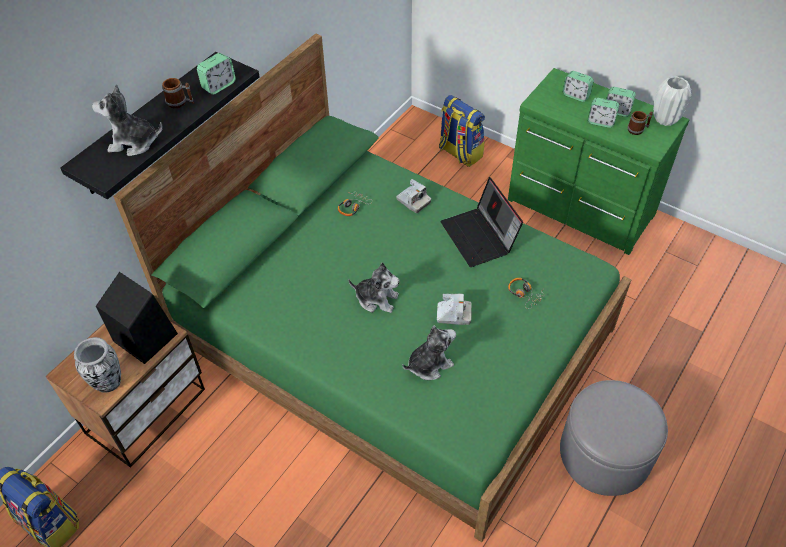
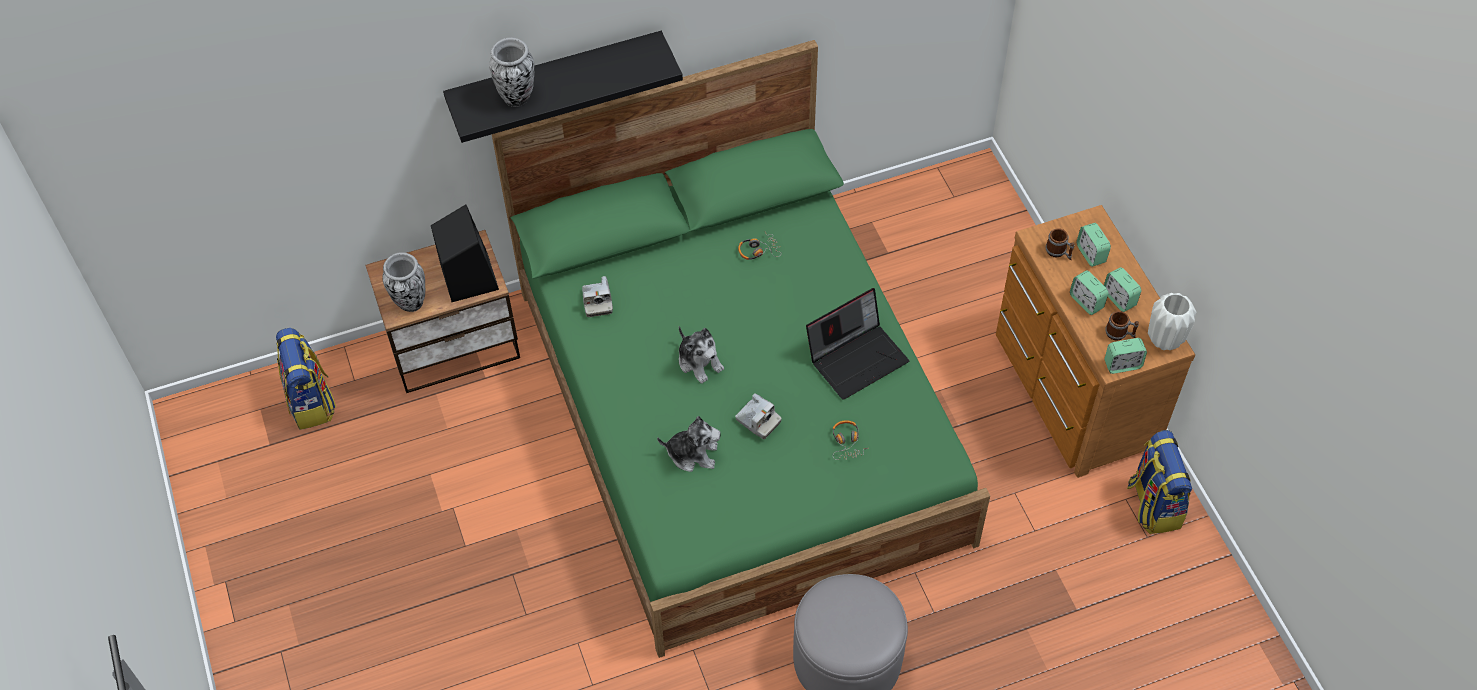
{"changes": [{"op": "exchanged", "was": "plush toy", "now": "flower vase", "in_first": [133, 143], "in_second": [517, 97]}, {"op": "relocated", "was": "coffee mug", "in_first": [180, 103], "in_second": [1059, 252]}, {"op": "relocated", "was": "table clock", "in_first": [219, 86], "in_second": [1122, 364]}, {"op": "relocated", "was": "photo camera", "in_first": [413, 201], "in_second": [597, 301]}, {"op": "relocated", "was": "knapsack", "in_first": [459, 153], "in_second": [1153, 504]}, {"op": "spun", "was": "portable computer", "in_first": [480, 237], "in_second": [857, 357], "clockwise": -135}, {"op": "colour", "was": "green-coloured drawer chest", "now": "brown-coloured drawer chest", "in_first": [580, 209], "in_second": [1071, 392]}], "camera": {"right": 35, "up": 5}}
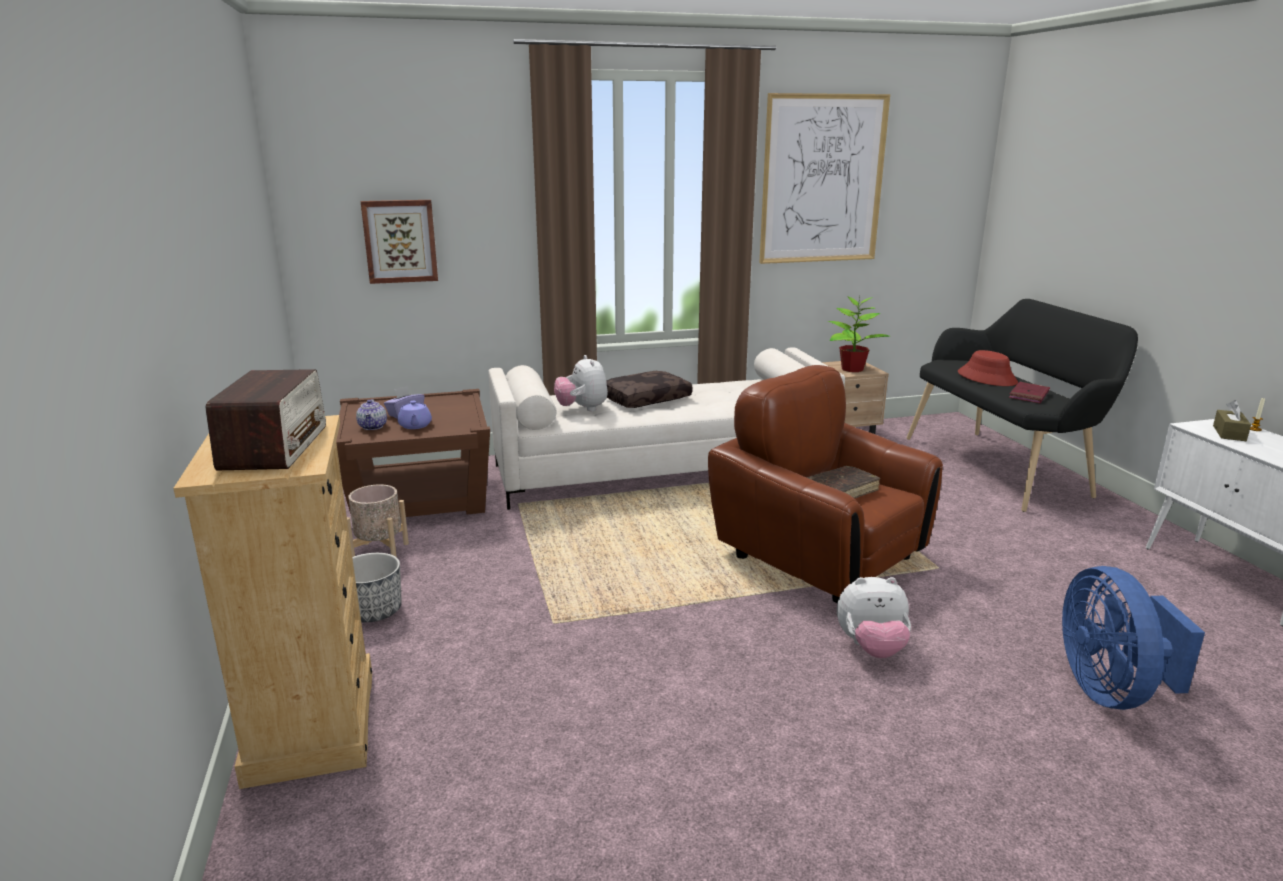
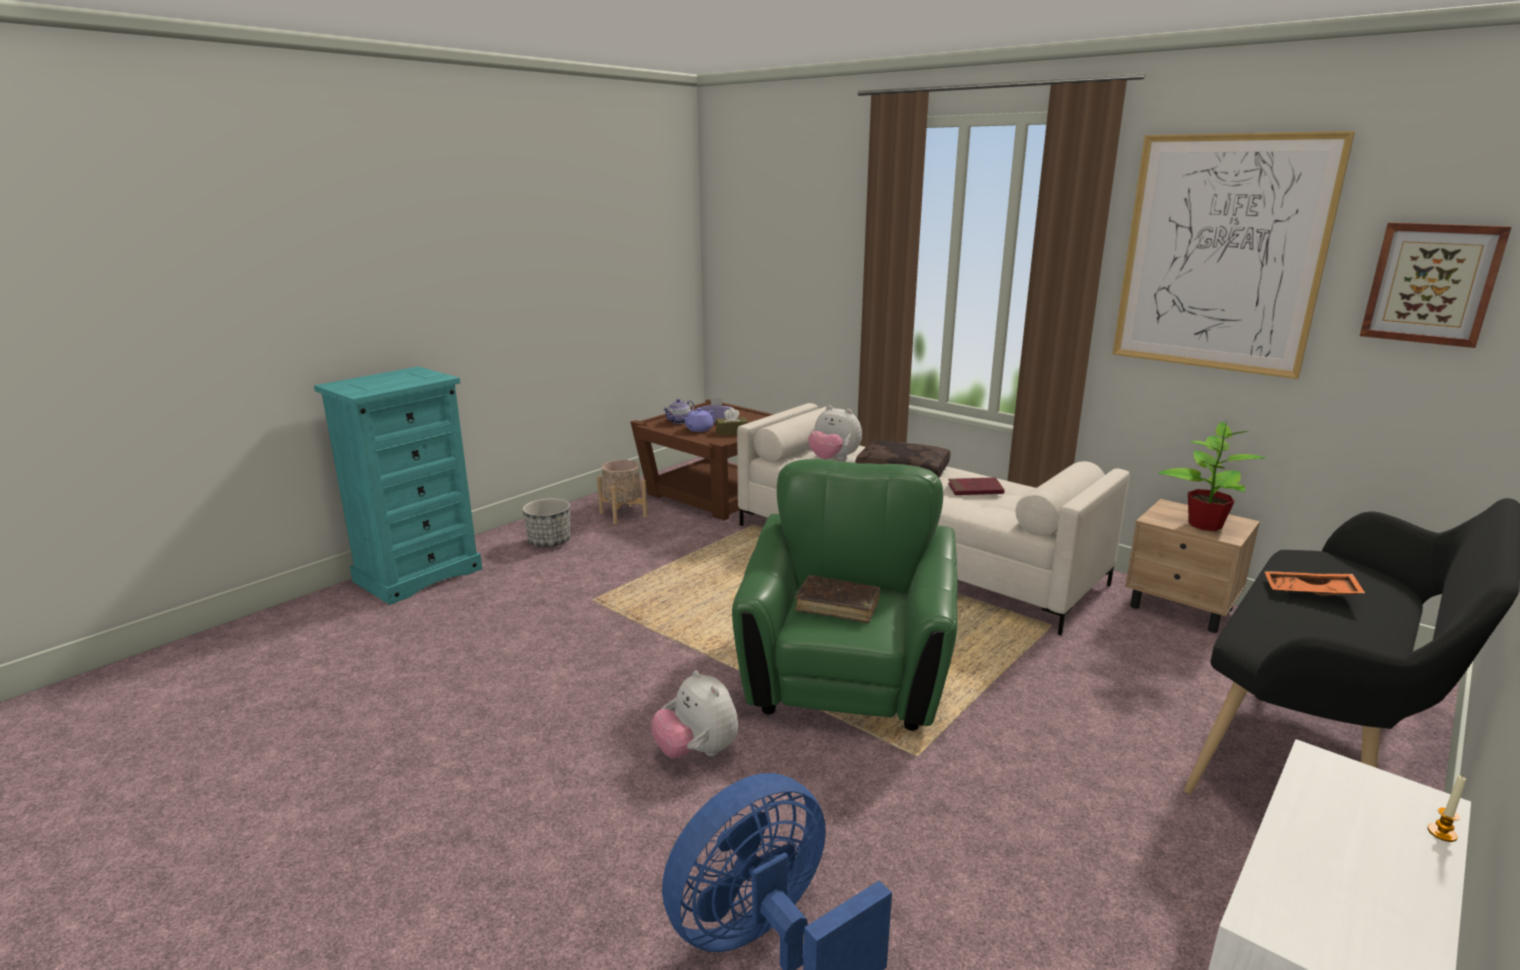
{"changes": [{"op": "colour", "was": "beige drawer chest", "now": "blue-green drawer chest", "in_first": [311, 724], "in_second": [418, 575]}, {"op": "missing", "was": "radio", "in_first": [275, 447]}, {"op": "relocated", "was": "picture", "in_first": [400, 241], "in_second": [1431, 283]}, {"op": "spun", "was": "plush toy", "in_first": [582, 409], "in_second": [833, 459], "clockwise": -90}, {"op": "colour", "was": "brown-coloured easy chair", "now": "green-coloured easy chair", "in_first": [819, 556], "in_second": [846, 677]}, {"op": "exchanged", "was": "red-coloured wearable hat", "now": "orangey serving tray", "in_first": [987, 378], "in_second": [1310, 593]}, {"op": "relocated", "was": "red-coloured volume", "in_first": [1029, 395], "in_second": [975, 489]}, {"op": "relocated", "was": "brown-coloured tissue box", "in_first": [1229, 433], "in_second": [732, 432]}], "camera": {"right": 55, "up": 0}}
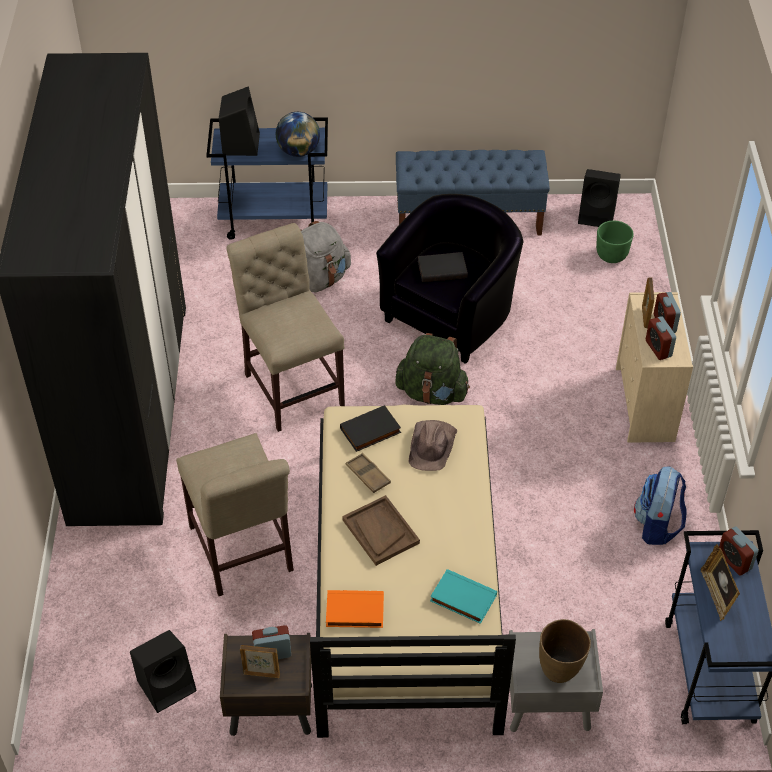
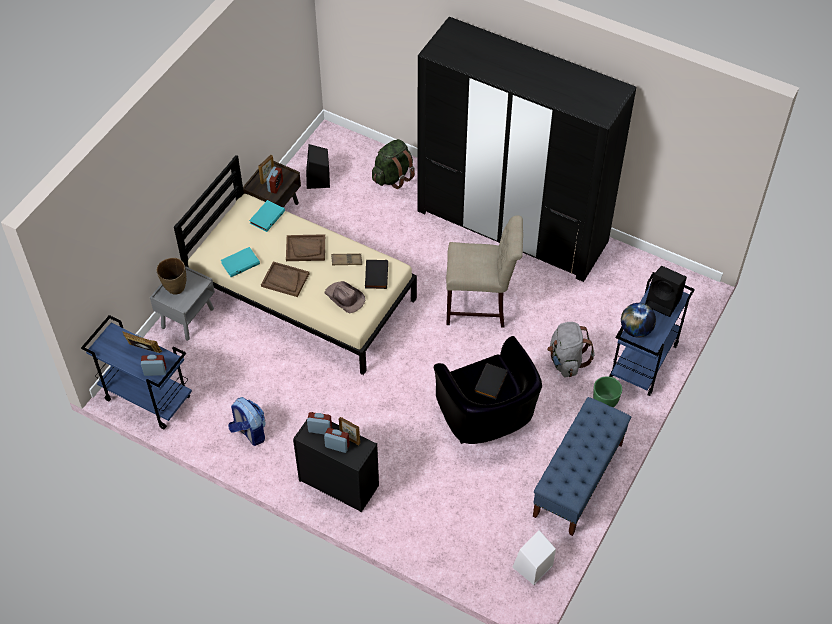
{"changes": [{"op": "missing", "was": "beige upright chair", "in_first": [242, 554]}, {"op": "colour", "was": "orangey volume", "now": "blue-green volume", "in_first": [354, 612], "in_second": [266, 217]}, {"op": "relocated", "was": "green-coloured knapsack", "in_first": [432, 393], "in_second": [393, 177]}, {"op": "colour", "was": "blackish loudspeaker", "now": "white-coloured loudspeaker", "in_first": [598, 215], "in_second": [532, 567]}, {"op": "relocated", "was": "green-coloured flower pot", "in_first": [612, 256], "in_second": [605, 402]}, {"op": "colour", "was": "beige drawer chest", "now": "blackish drawer chest", "in_first": [645, 405], "in_second": [338, 482]}, {"op": "appeared", "now": "brown-coloured serving tray", "in_second": [285, 280]}], "camera": {"right": 120, "up": 5}}
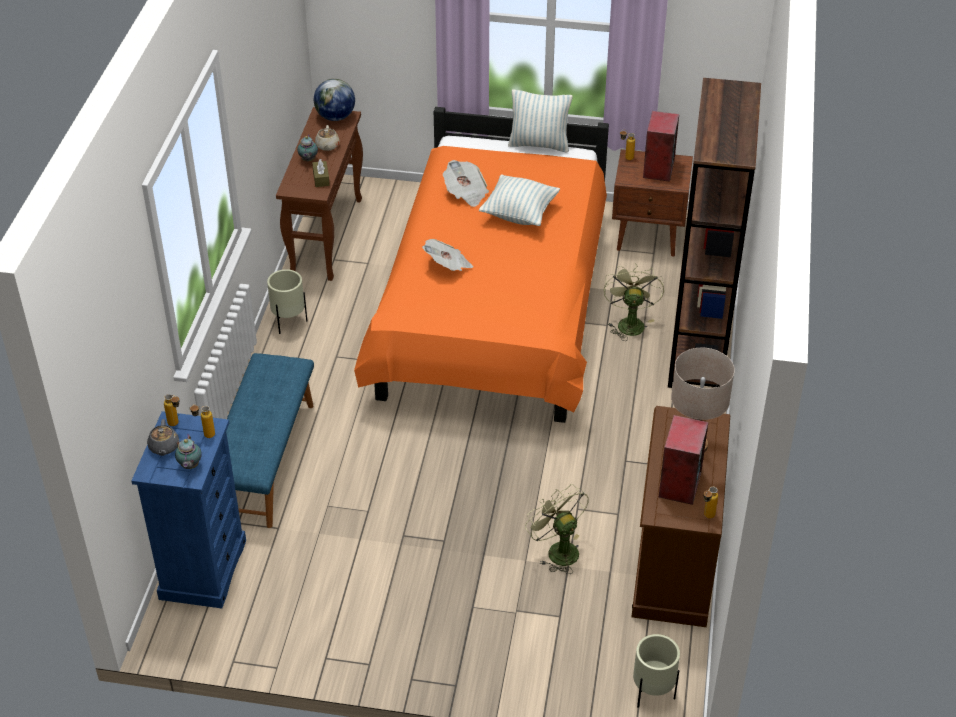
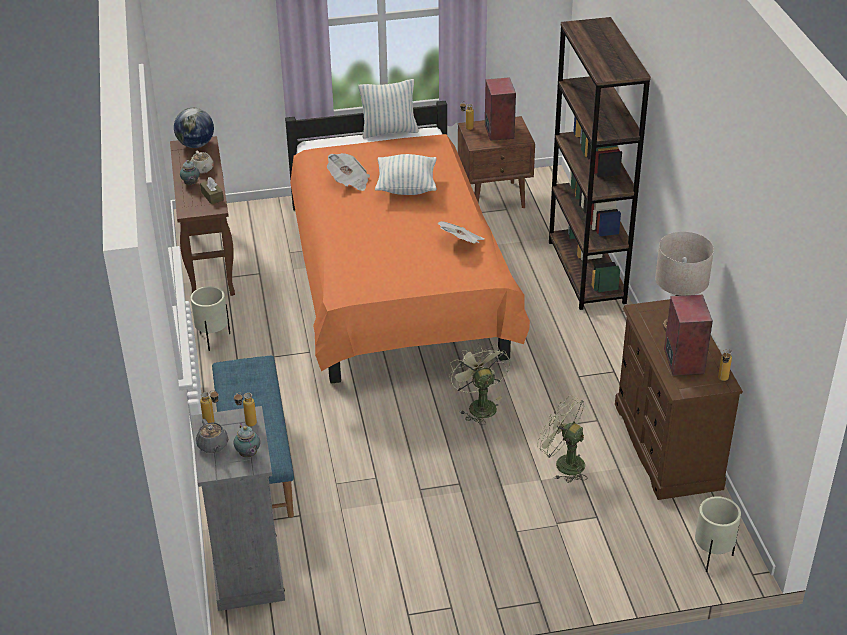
{"changes": [{"op": "colour", "was": "blue-coloured drawer chest", "now": "grey drawer chest", "in_first": [203, 569], "in_second": [247, 571]}, {"op": "relocated", "was": "daily paper", "in_first": [448, 266], "in_second": [461, 243]}, {"op": "relocated", "was": "green-coloured fan", "in_first": [629, 322], "in_second": [479, 405]}], "camera": {"right": -20, "up": -5}}
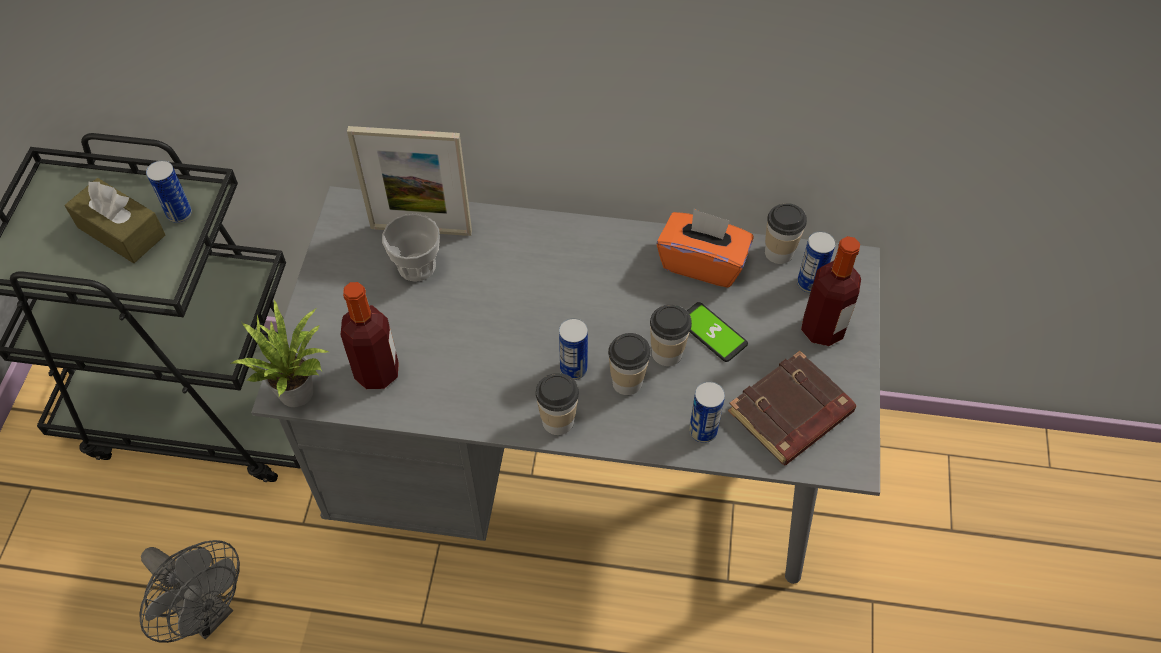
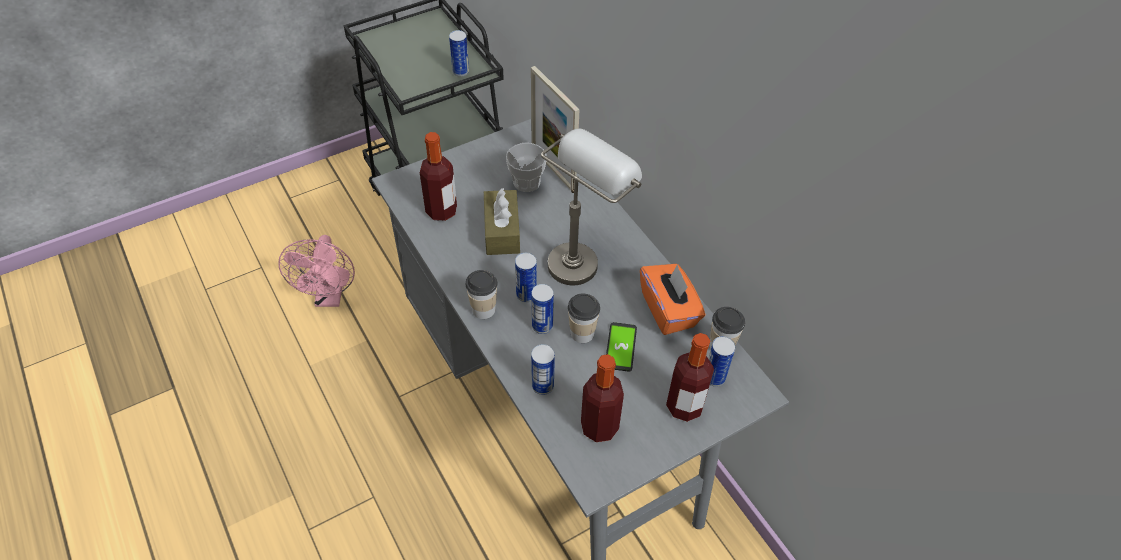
{"changes": [{"op": "relocated", "was": "brown-coloured tissue box", "in_first": [121, 231], "in_second": [502, 231]}, {"op": "colour", "was": "grey fan", "now": "pinkish fan", "in_first": [207, 613], "in_second": [330, 297]}, {"op": "missing", "was": "plant in a pot", "in_first": [297, 388]}, {"op": "exchanged", "was": "small cup", "now": "can", "in_first": [627, 382], "in_second": [542, 326]}, {"op": "exchanged", "was": "brown-coloured volume", "now": "beverage bottle", "in_first": [790, 414], "in_second": [599, 427]}, {"op": "appeared", "now": "grey tabletop lamp", "in_second": [583, 255]}], "camera": {"right": 50, "up": -5}}
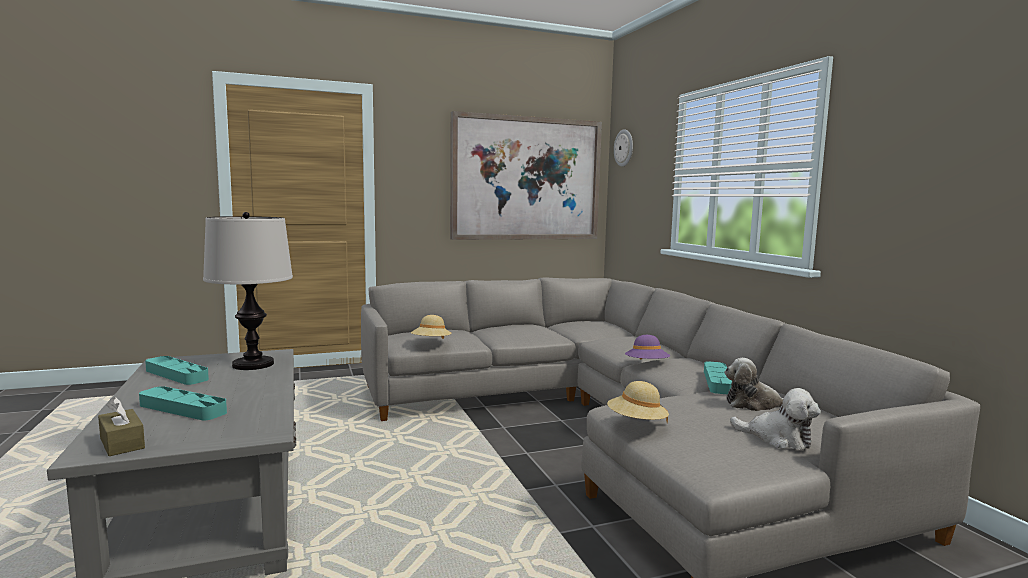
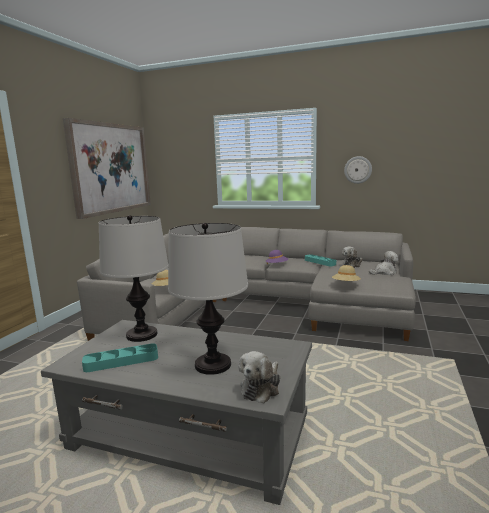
{"changes": [{"op": "exchanged", "was": "brown-coloured tissue box", "now": "plush toy", "in_first": [122, 443], "in_second": [261, 387]}, {"op": "exchanged", "was": "blue-green serving tray", "now": "tabletop lamp", "in_first": [182, 408], "in_second": [213, 365]}, {"op": "relocated", "was": "hanging clock", "in_first": [624, 148], "in_second": [358, 170]}], "camera": {"right": -50, "up": 5}}
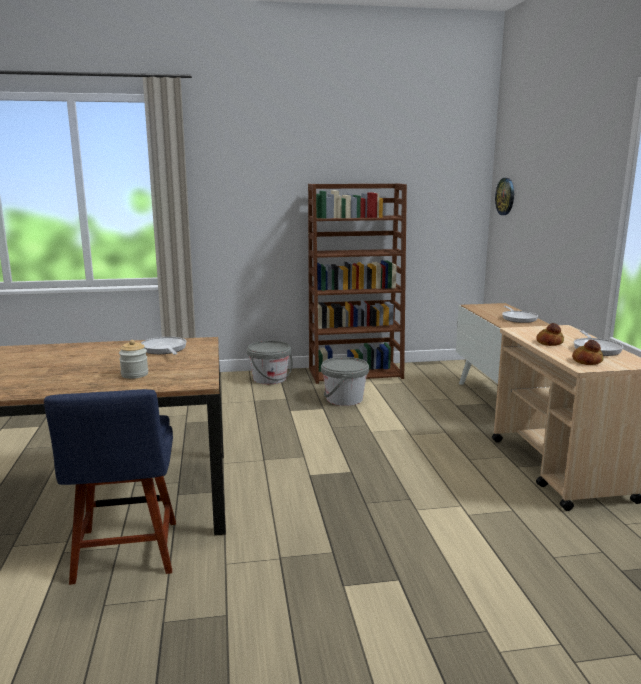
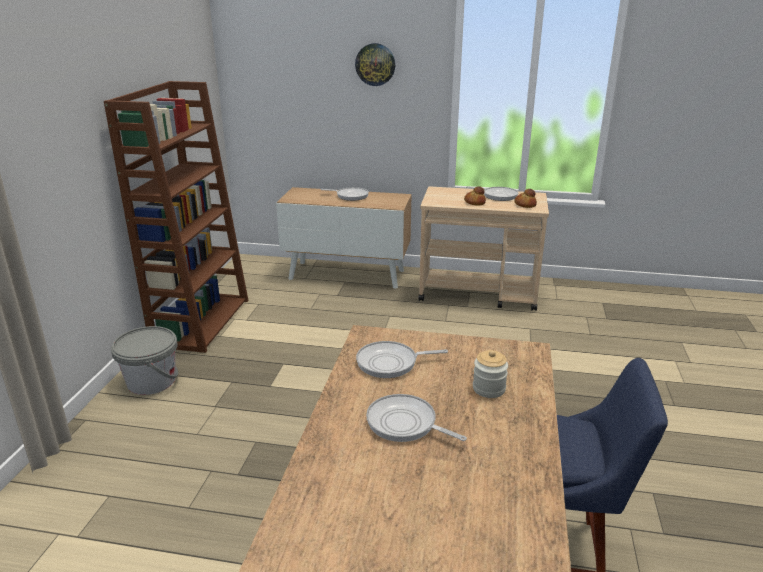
{"changes": [{"op": "missing", "was": "grey water bucket", "in_first": [344, 399]}, {"op": "relocated", "was": "hanging clock", "in_first": [505, 196], "in_second": [375, 64]}, {"op": "appeared", "now": "frying pan", "in_second": [405, 424]}], "camera": {"right": -70, "up": 10}}
